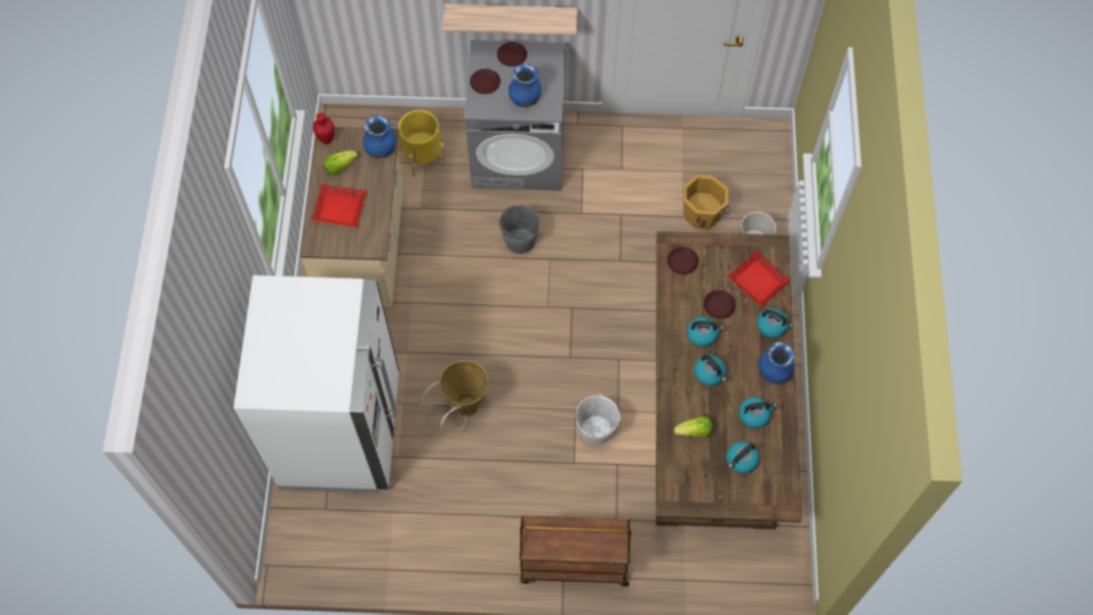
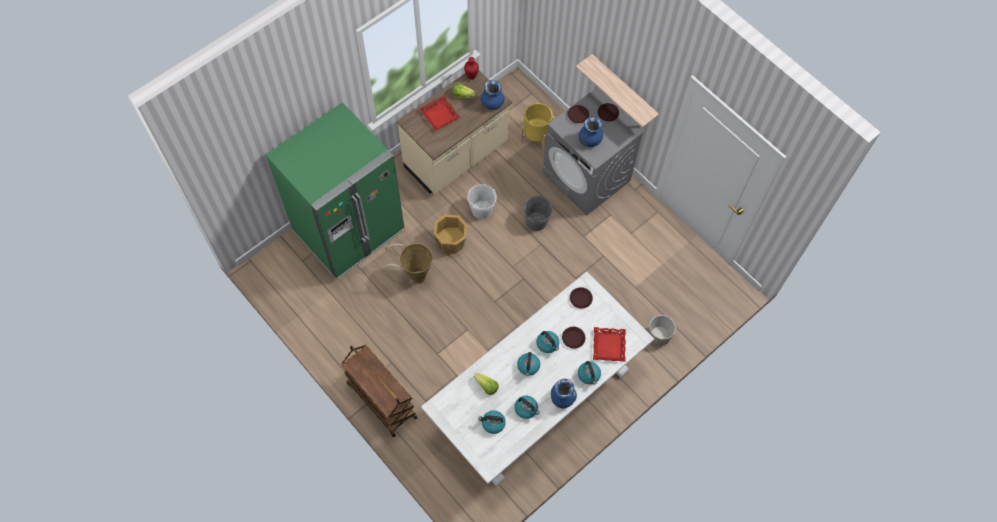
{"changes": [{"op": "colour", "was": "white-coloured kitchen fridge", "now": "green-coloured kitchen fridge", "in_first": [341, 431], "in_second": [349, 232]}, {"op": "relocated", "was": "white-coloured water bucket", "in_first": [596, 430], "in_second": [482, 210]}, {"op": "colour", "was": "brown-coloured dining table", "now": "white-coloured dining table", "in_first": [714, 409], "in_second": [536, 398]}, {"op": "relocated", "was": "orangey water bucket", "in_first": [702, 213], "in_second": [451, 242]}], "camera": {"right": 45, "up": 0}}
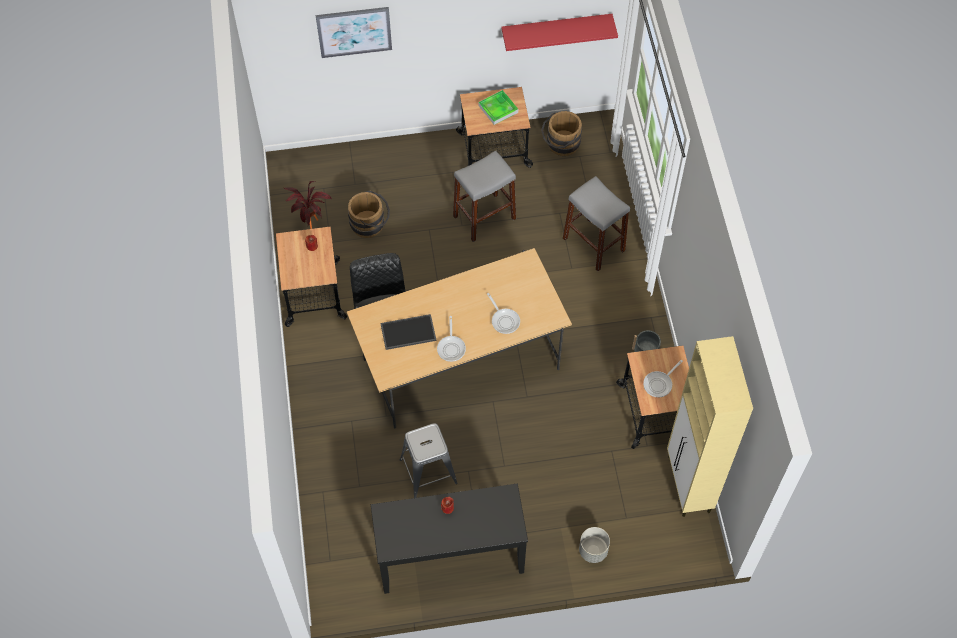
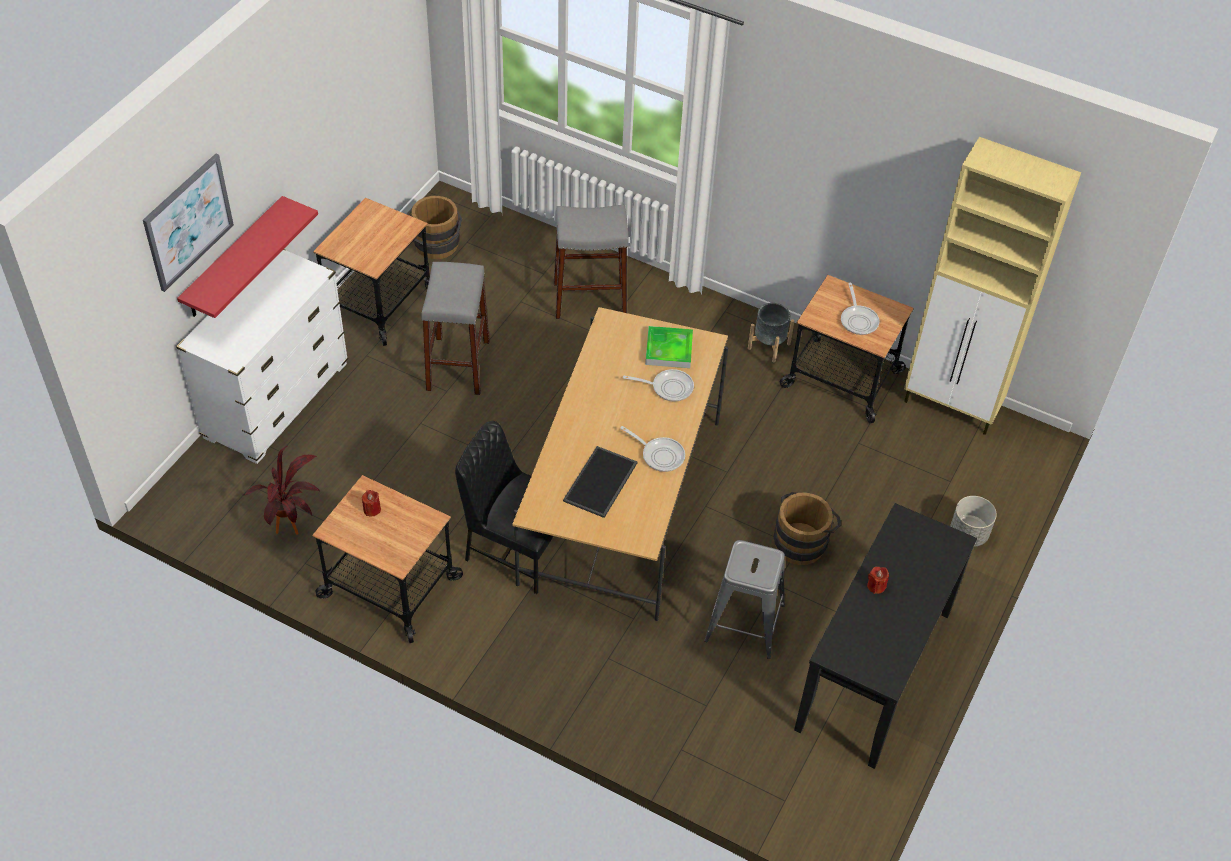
{"changes": [{"op": "relocated", "was": "brown-coloured water bucket", "in_first": [371, 224], "in_second": [802, 541]}, {"op": "relocated", "was": "serving tray", "in_first": [498, 109], "in_second": [668, 350]}, {"op": "relocated", "was": "red-coloured wall shelf", "in_first": [556, 28], "in_second": [234, 259]}, {"op": "appeared", "now": "white-coloured drawer chest", "in_second": [276, 400]}], "camera": {"right": -55, "up": -10}}
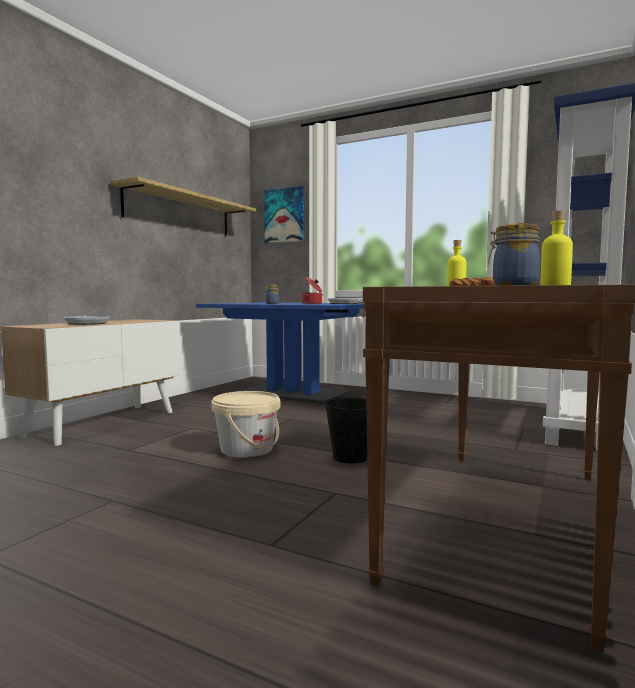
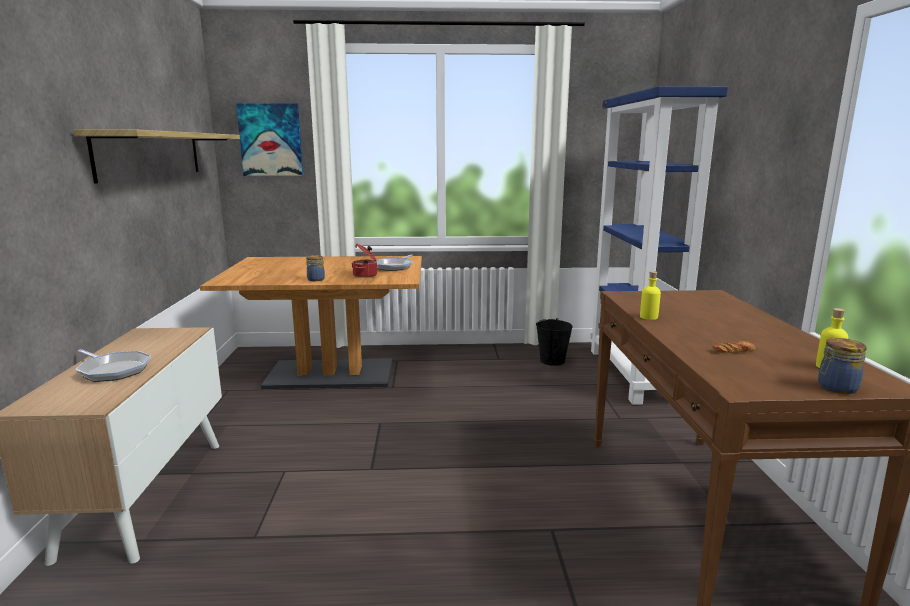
{"changes": [{"op": "colour", "was": "blue-coloured dining table", "now": "brown-coloured dining table", "in_first": [293, 394], "in_second": [330, 375]}, {"op": "missing", "was": "beige water bucket", "in_first": [247, 449]}, {"op": "relocated", "was": "blackish water bucket", "in_first": [351, 457], "in_second": [552, 360]}], "camera": {"right": -30, "up": 10}}
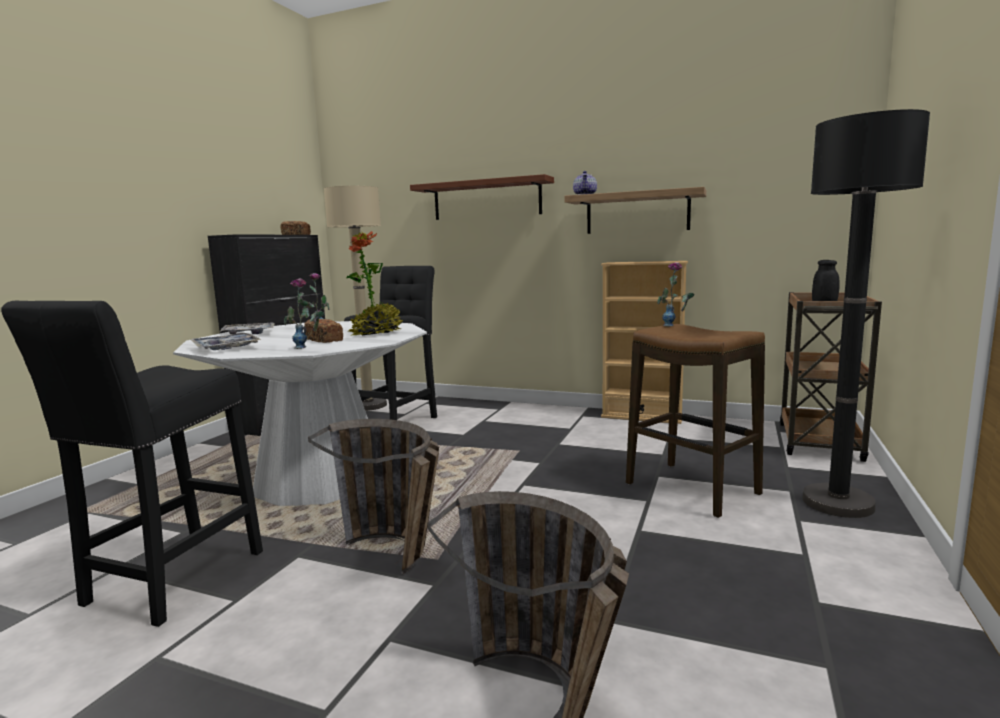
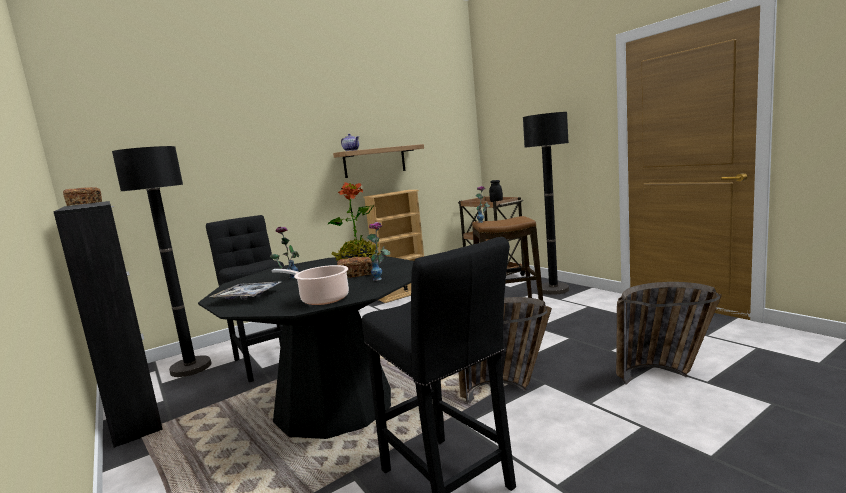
{"changes": [{"op": "colour", "was": "white-coloured dining table", "now": "blackish dining table", "in_first": [321, 478], "in_second": [334, 405]}, {"op": "exchanged", "was": "serving tray", "now": "cooking pot", "in_first": [226, 348], "in_second": [322, 299]}, {"op": "colour", "was": "beige standard lamp", "now": "blackish standard lamp", "in_first": [368, 405], "in_second": [191, 368]}, {"op": "missing", "was": "brown-coloured wall shelf", "in_first": [486, 199]}], "camera": {"right": -55, "up": 0}}
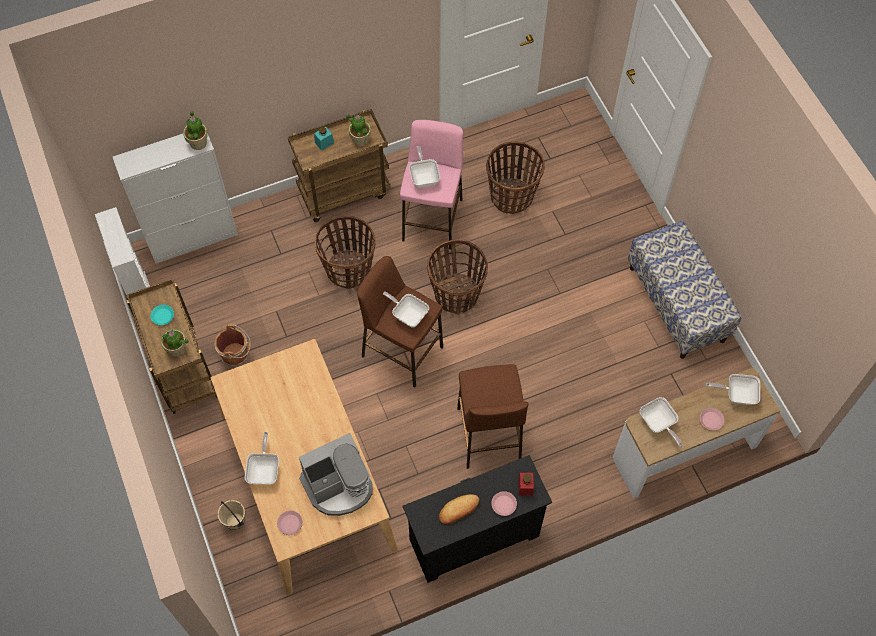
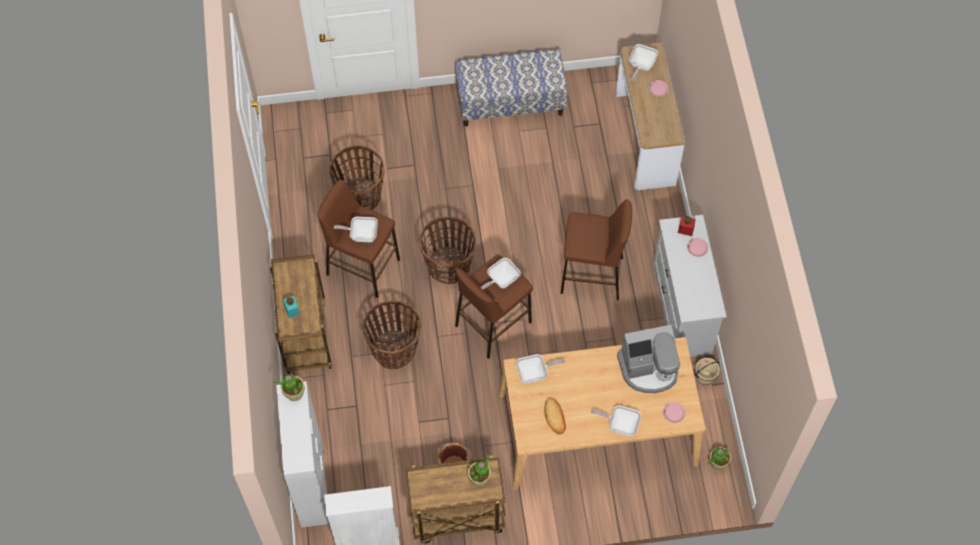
{"changes": [{"op": "missing", "was": "blue-green plate", "in_first": [163, 316]}, {"op": "relocated", "was": "beige water bucket", "in_first": [235, 521], "in_second": [704, 378]}, {"op": "spun", "was": "coffee brewer", "in_first": [339, 485], "in_second": [649, 368], "clockwise": 90}, {"op": "relocated", "was": "plant in a pot", "in_first": [360, 139], "in_second": [717, 463]}, {"op": "colour", "was": "pinkish stool", "now": "brown-coloured stool", "in_first": [432, 219], "in_second": [362, 267]}, {"op": "colour", "was": "blackish drawer chest", "now": "white-coloured drawer chest", "in_first": [473, 538], "in_second": [681, 310]}, {"op": "relocated", "was": "bakery bread", "in_first": [458, 510], "in_second": [555, 417]}, {"op": "relocated", "was": "frying pan", "in_first": [658, 424], "in_second": [535, 373]}], "camera": {"right": -75, "up": 0}}
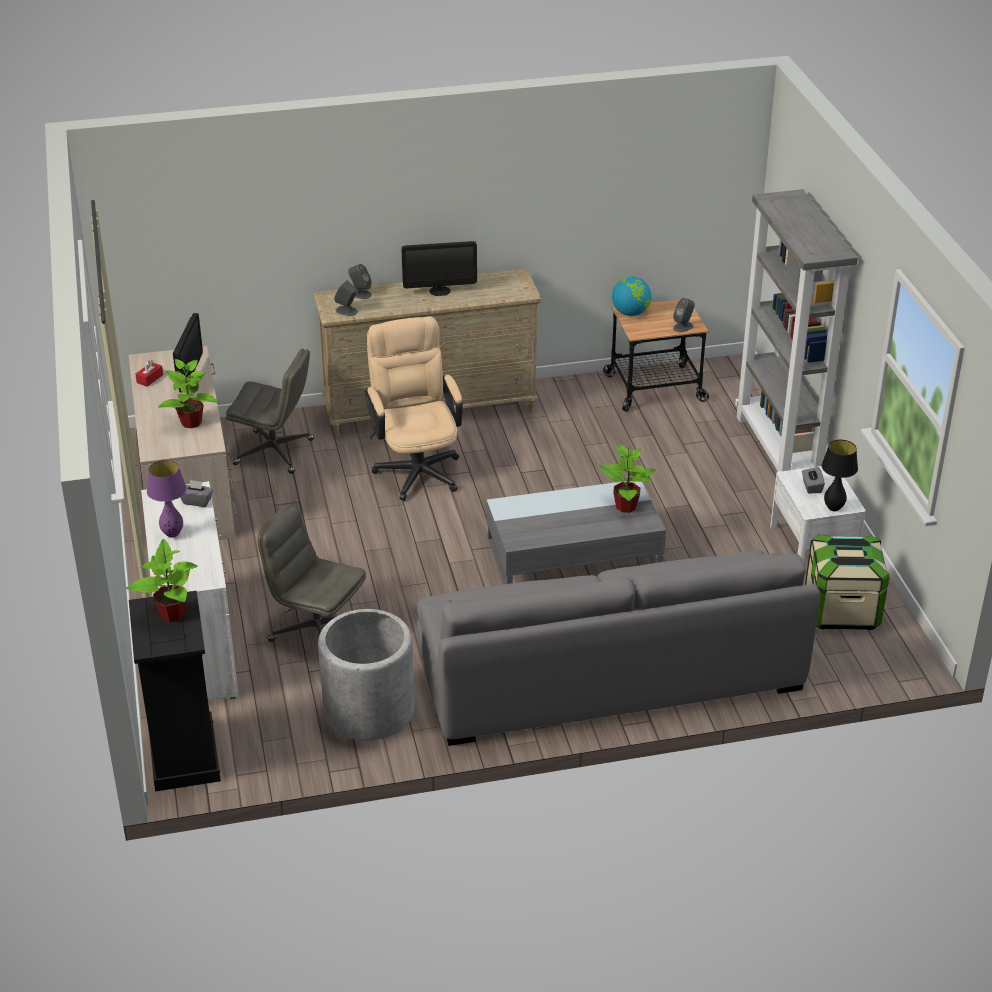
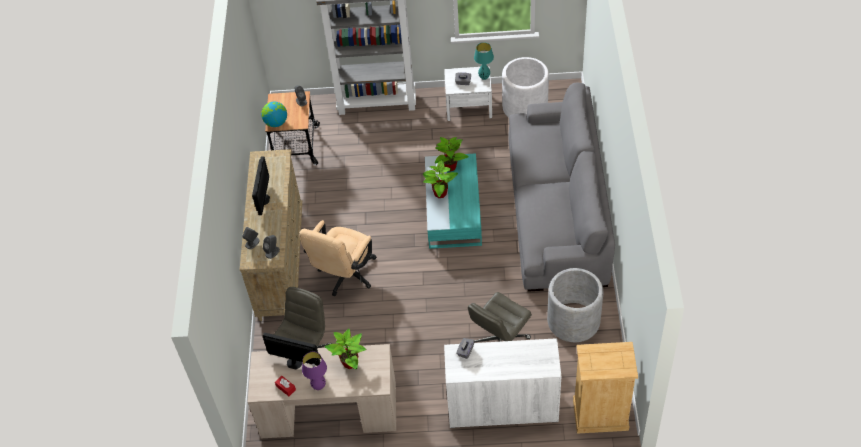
{"changes": [{"op": "relocated", "was": "plant in a pot", "in_first": [172, 613], "in_second": [440, 193]}, {"op": "colour", "was": "blackish drawer chest", "now": "beige drawer chest", "in_first": [184, 755], "in_second": [600, 415]}, {"op": "relocated", "was": "purple tabletop lamp", "in_first": [172, 534], "in_second": [319, 386]}, {"op": "spun", "was": "beige computer chair", "in_first": [416, 467], "in_second": [345, 277], "clockwise": -60}, {"op": "colour", "was": "grey lounge table", "now": "blue-green lounge table", "in_first": [574, 555], "in_second": [453, 210]}, {"op": "exchanged", "was": "storage bin", "now": "white-coloured flower pot", "in_first": [841, 610], "in_second": [525, 107]}, {"op": "colour", "was": "blackish tabletop lamp", "now": "blue-green tabletop lamp", "in_first": [833, 508], "in_second": [484, 77]}], "camera": {"right": -75, "up": 15}}
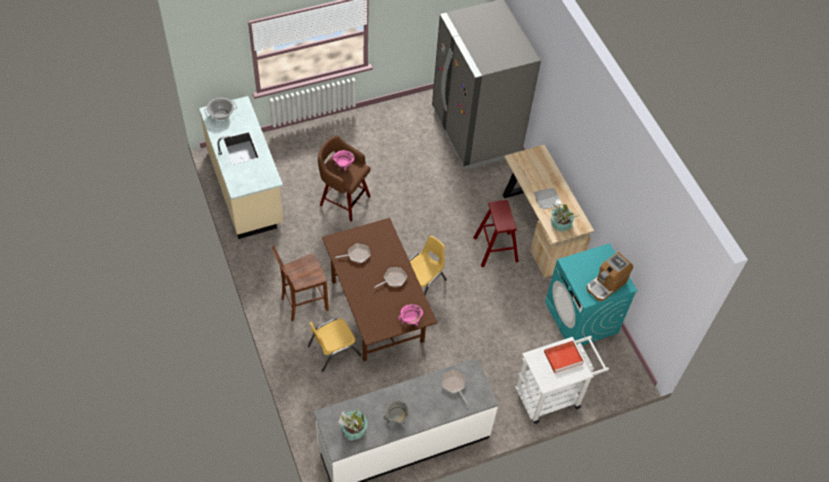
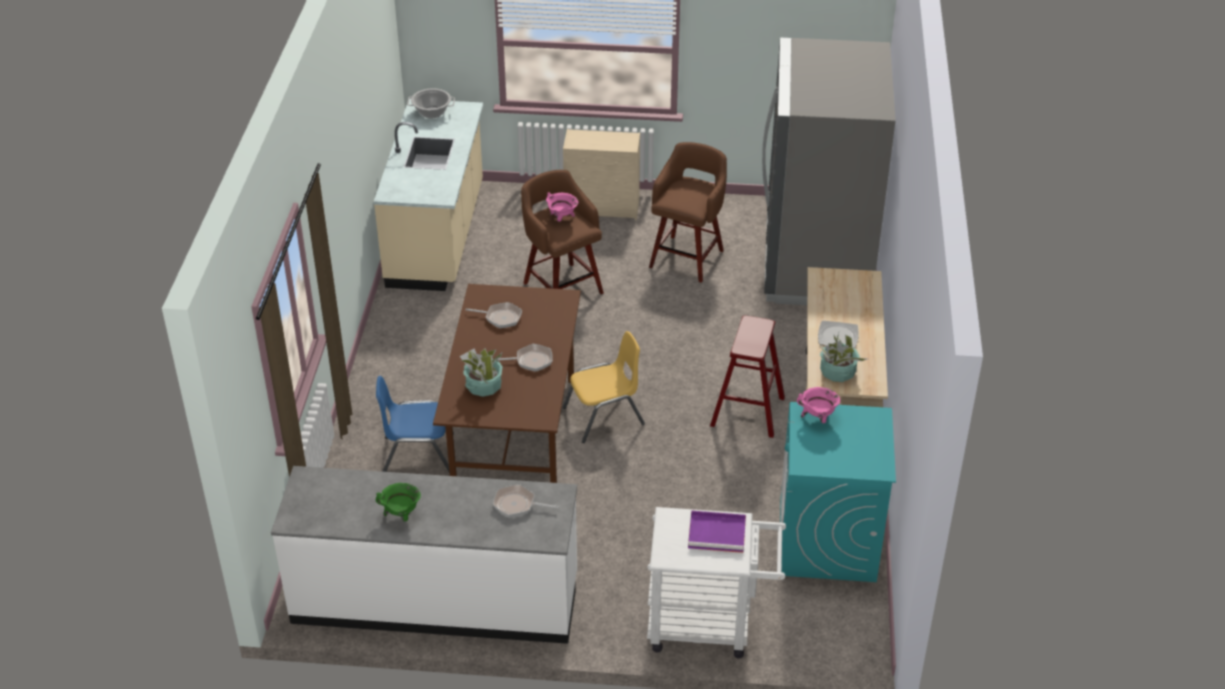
{"changes": [{"op": "missing", "was": "brown-coloured upright chair", "in_first": [303, 303]}, {"op": "colour", "was": "yellow-coloured upright chair", "now": "blue-coloured upright chair", "in_first": [333, 350], "in_second": [417, 454]}, {"op": "relocated", "was": "plant in a pot", "in_first": [353, 429], "in_second": [484, 386]}, {"op": "colour", "was": "grey cooking pot", "now": "green-coloured cooking pot", "in_first": [396, 418], "in_second": [401, 515]}, {"op": "relocated", "was": "pinkish cooking pot", "in_first": [410, 321], "in_second": [817, 418]}, {"op": "spun", "was": "frying pan", "in_first": [454, 384], "in_second": [517, 505], "clockwise": -75}, {"op": "colour", "was": "red-coloured serving tray", "now": "purple serving tray", "in_first": [563, 357], "in_second": [718, 533]}, {"op": "missing", "was": "coffee brewer", "in_first": [606, 284]}, {"op": "appeared", "now": "beige drawer chest", "in_second": [603, 208]}, {"op": "appeared", "now": "brown-coloured stool", "in_second": [687, 257]}], "camera": {"right": 30, "up": -15}}
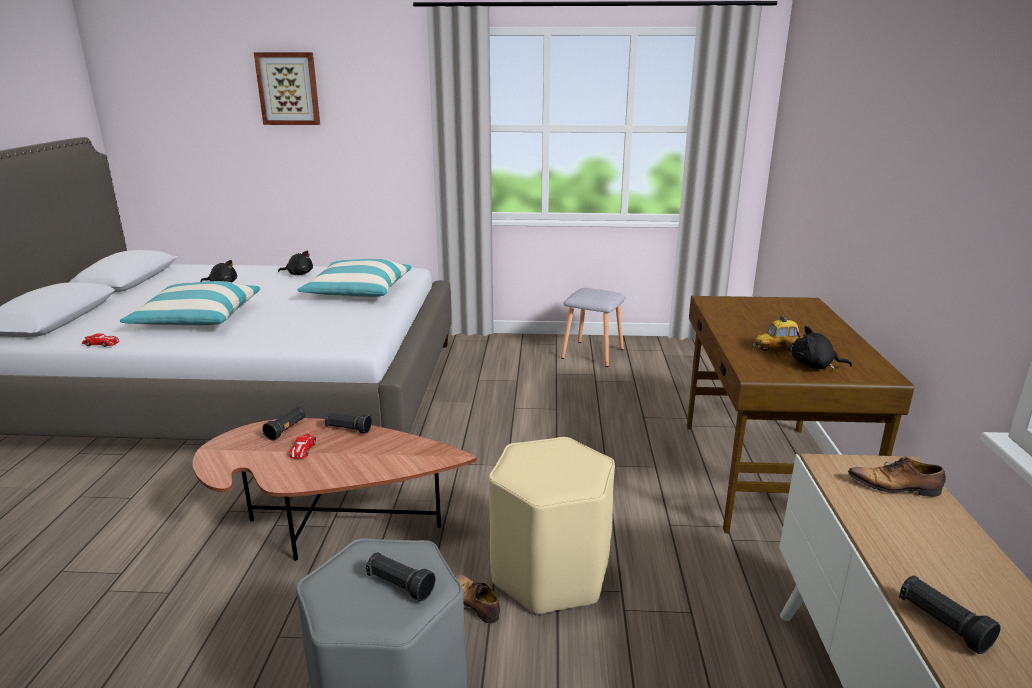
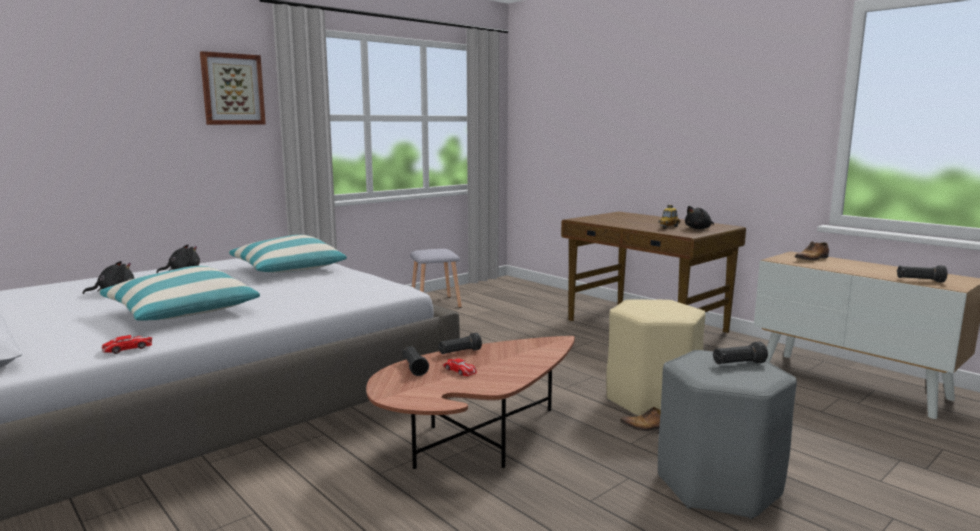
{"changes": [{"op": "relocated", "was": "picture", "in_first": [288, 89], "in_second": [232, 89]}], "camera": {"right": -45, "up": -10}}
